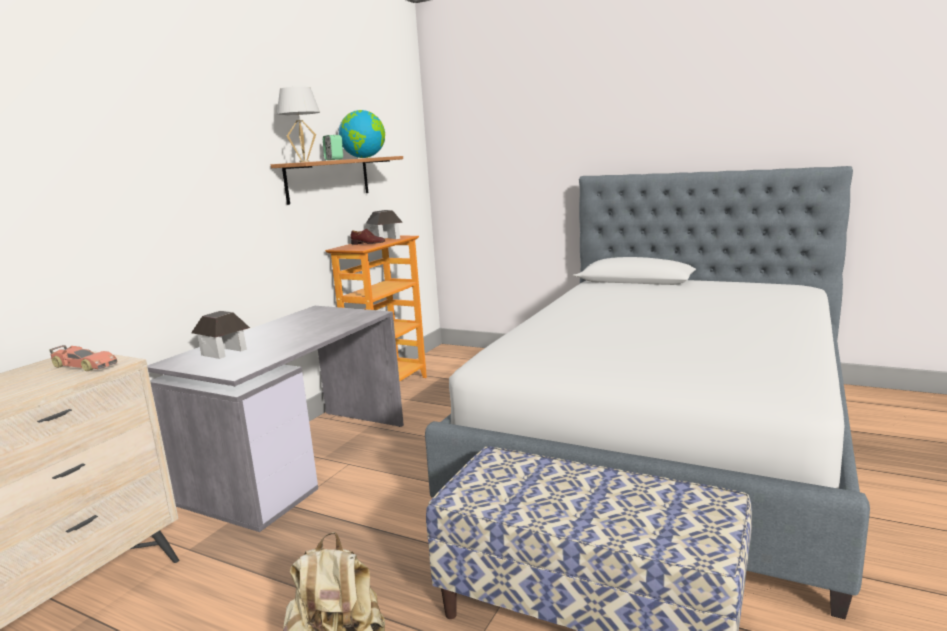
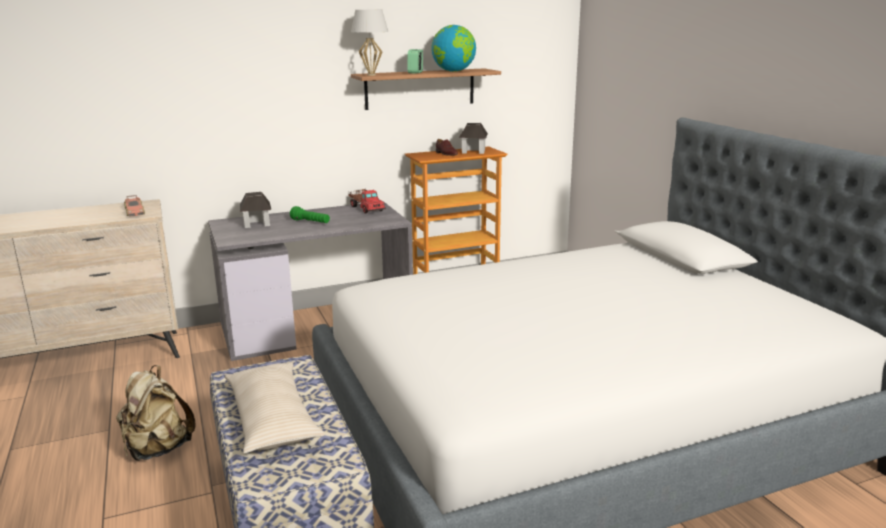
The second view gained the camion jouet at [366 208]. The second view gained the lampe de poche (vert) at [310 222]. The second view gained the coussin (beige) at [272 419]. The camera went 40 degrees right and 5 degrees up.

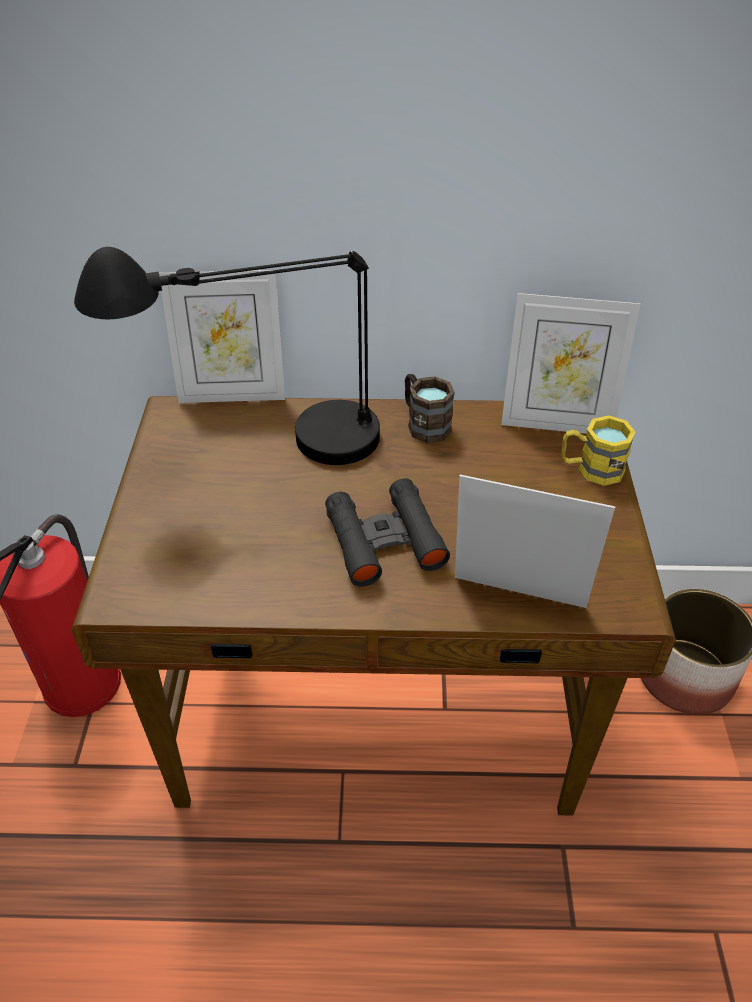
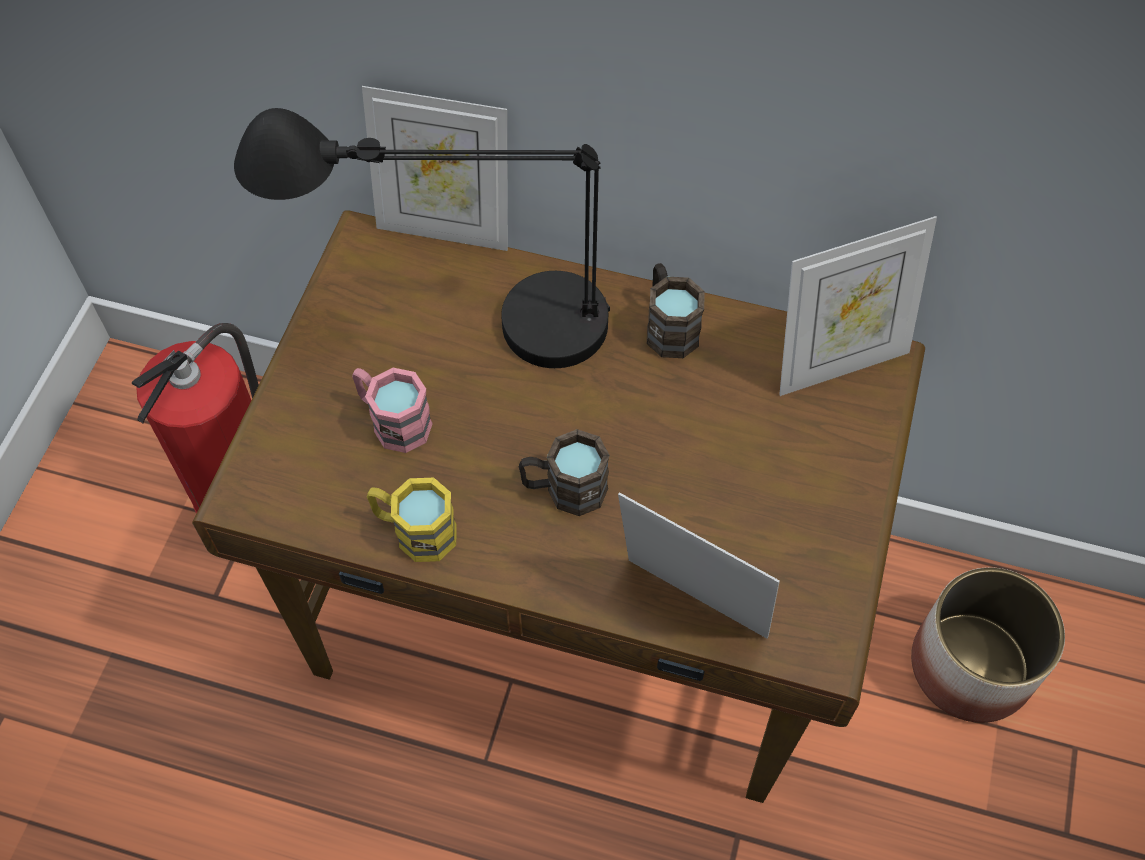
The cadre photo at [556 423] ended up facing another way, 45 degrees counterclockwise from before. The mug (jaune) ended up elsewhere, having gone from [591 469] to [415 531]. Where the jumelles (noir) stood at [384 540], the mug (marron) came to stand at [564 489]. The second view gained the mug (rose) at [393 421]. The camera went 15 degrees right and 15 degrees up.

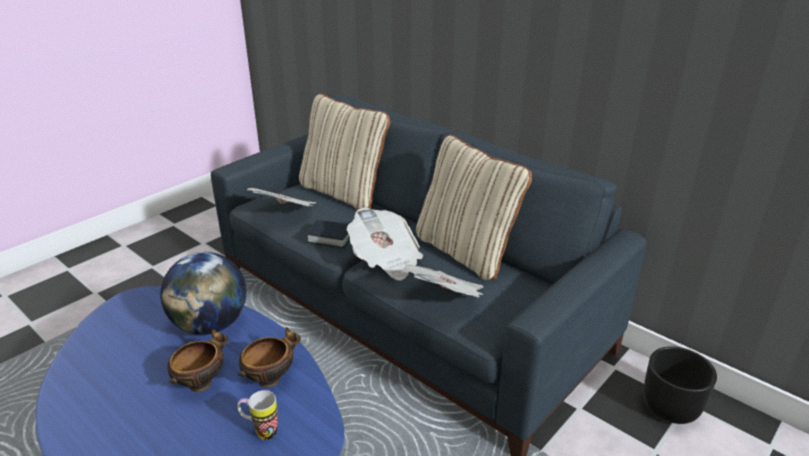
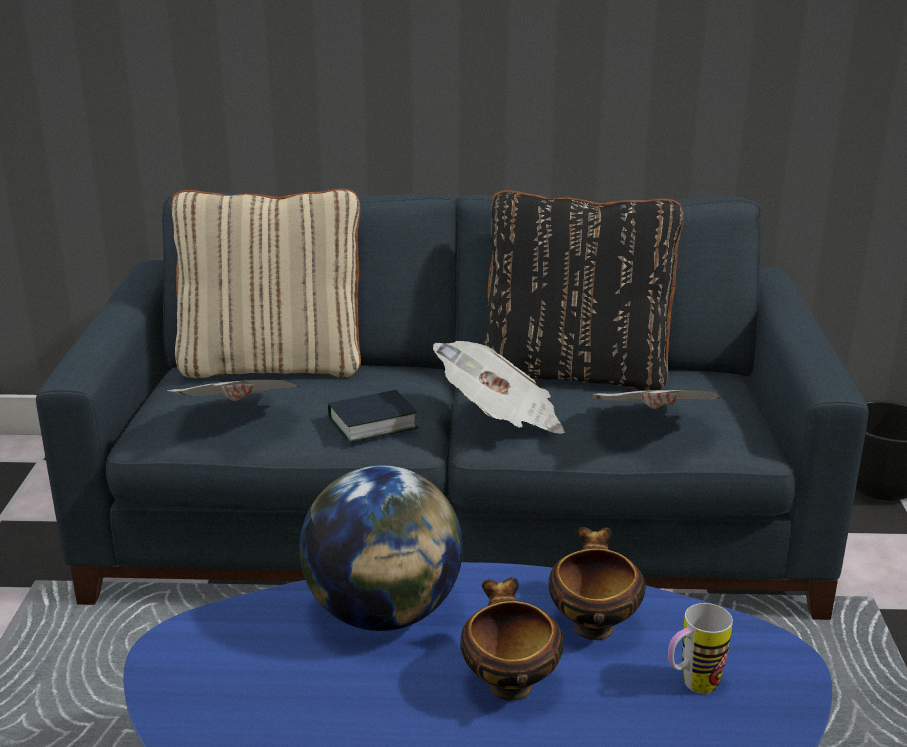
What was the coussin (beige) at [466 251] turned into the coussin (noir) at [575 372]. The camera went 40 degrees left and 5 degrees down.

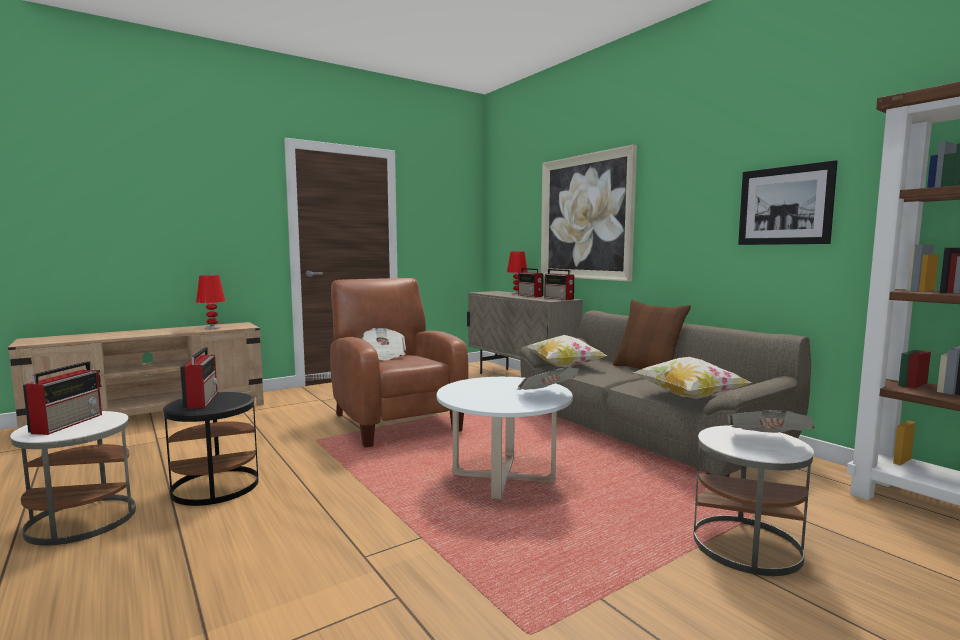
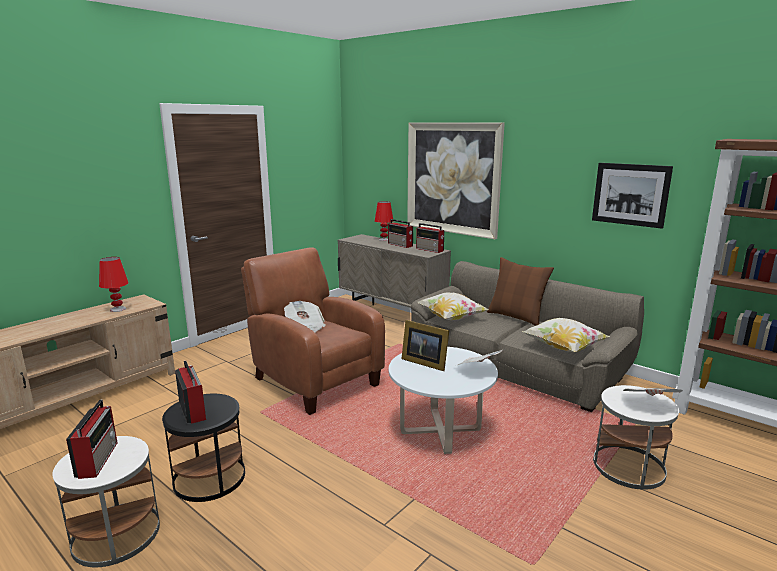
The second view gained the cadre photo at [424 362]. The camera went 15 degrees left and 10 degrees up.

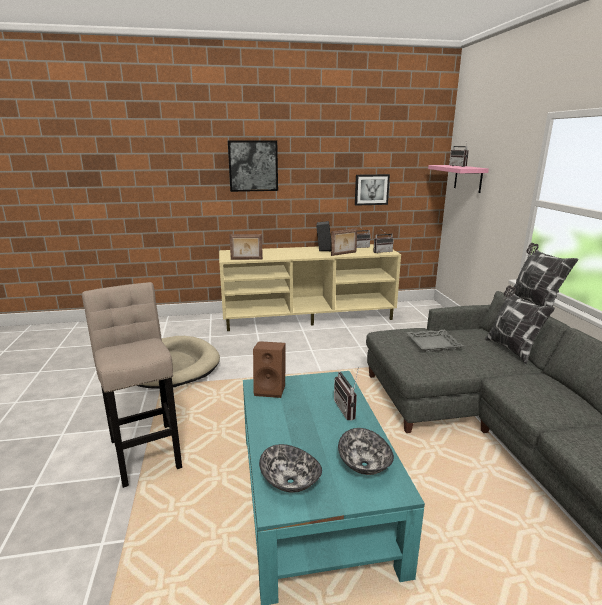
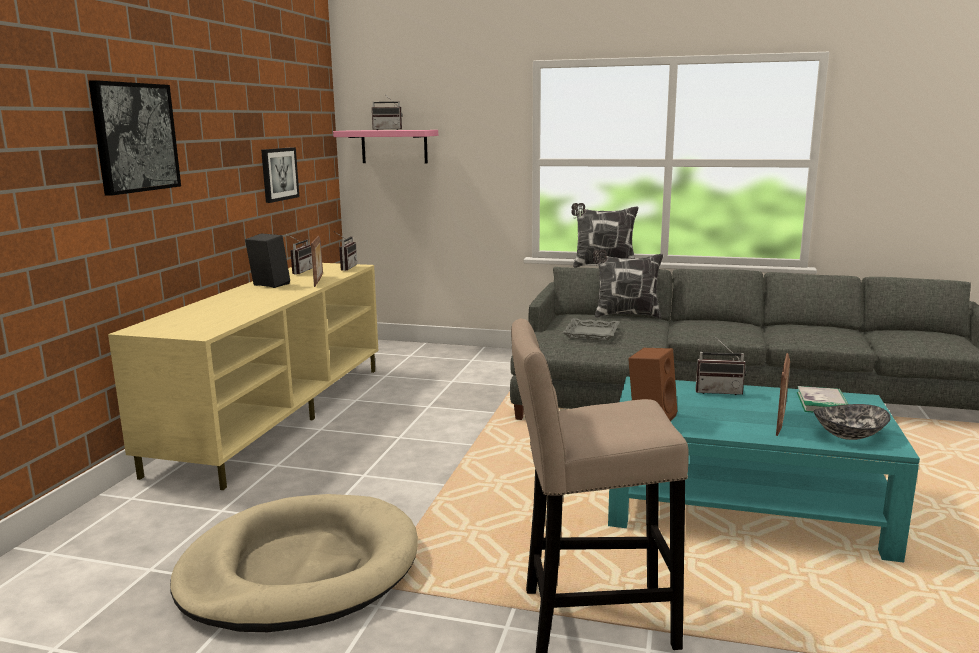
The cadre photo ended up elsewhere, having gone from [246 259] to [780 421]. Where the bol stood at [363 464], the livre came to stand at [822 403]. The camera went 65 degrees left and 5 degrees down.

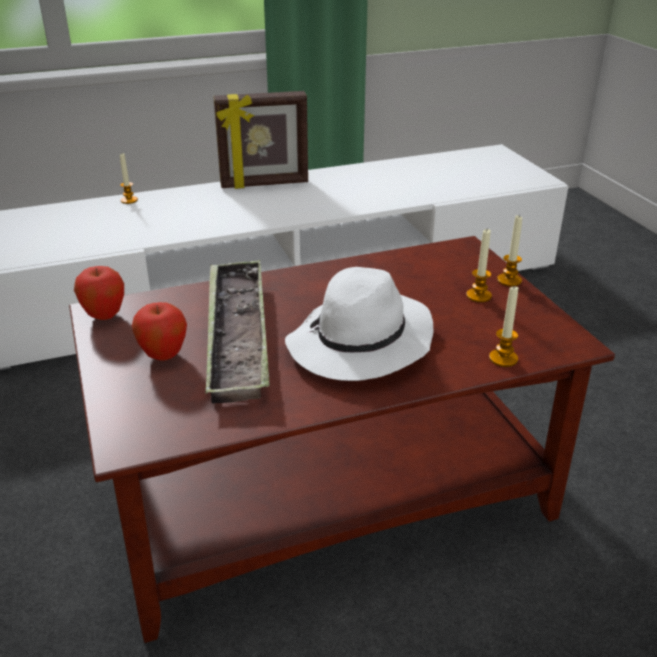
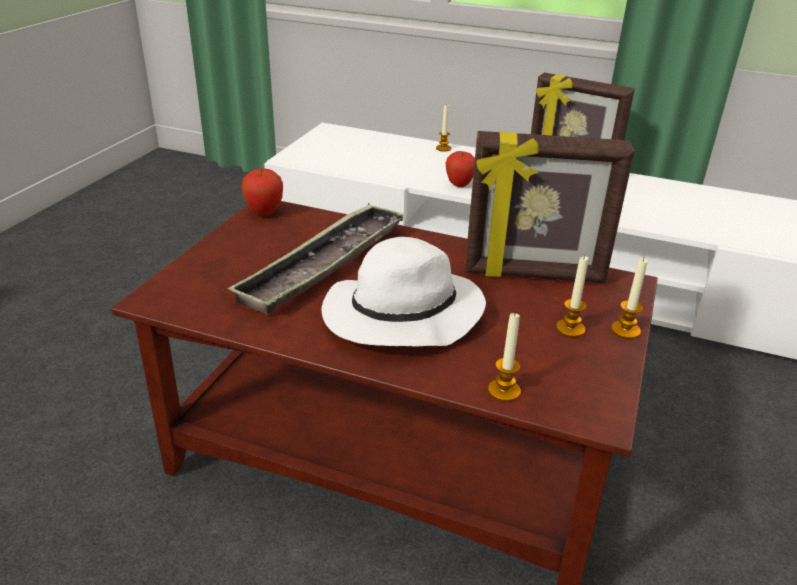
The pomme ended up elsewhere, having gone from [163 356] to [459 185]. The second view gained the cadre photo at [534 275]. The camera went 40 degrees right and 0 degrees up.

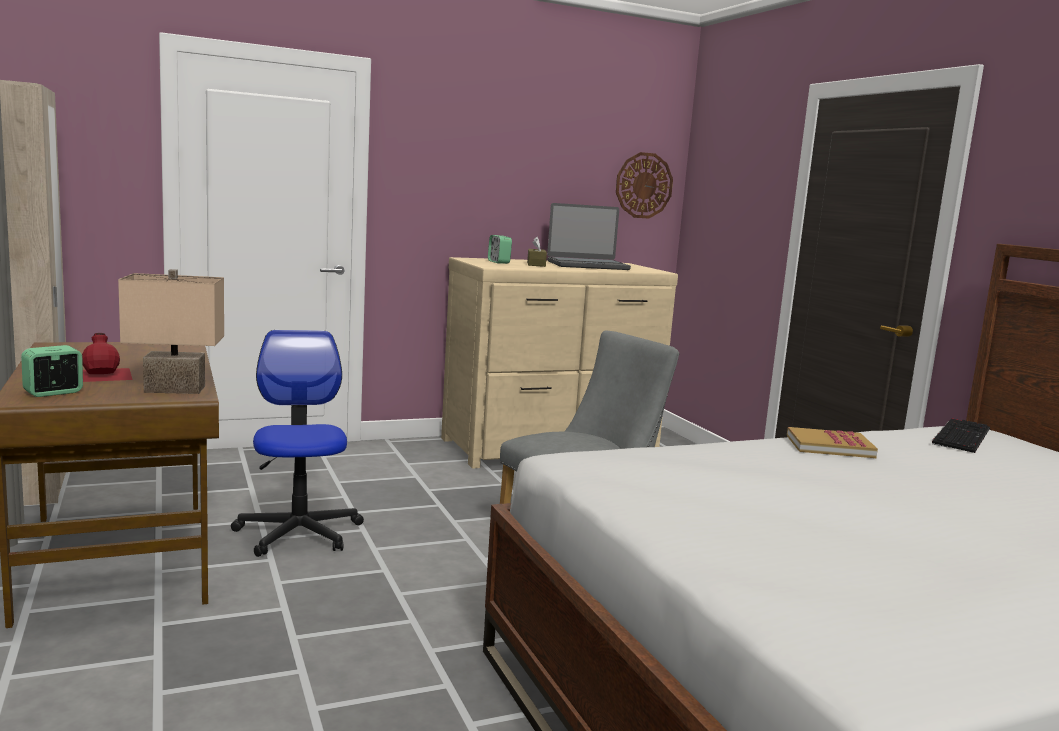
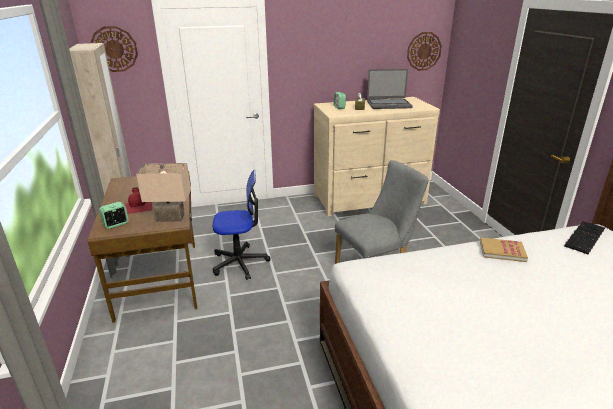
The chaise de bureau at [298 533] ended up facing another way, 90 degrees clockwise from before. The second view gained the horloge murale at [114 49]. The camera went 10 degrees right and 15 degrees up.

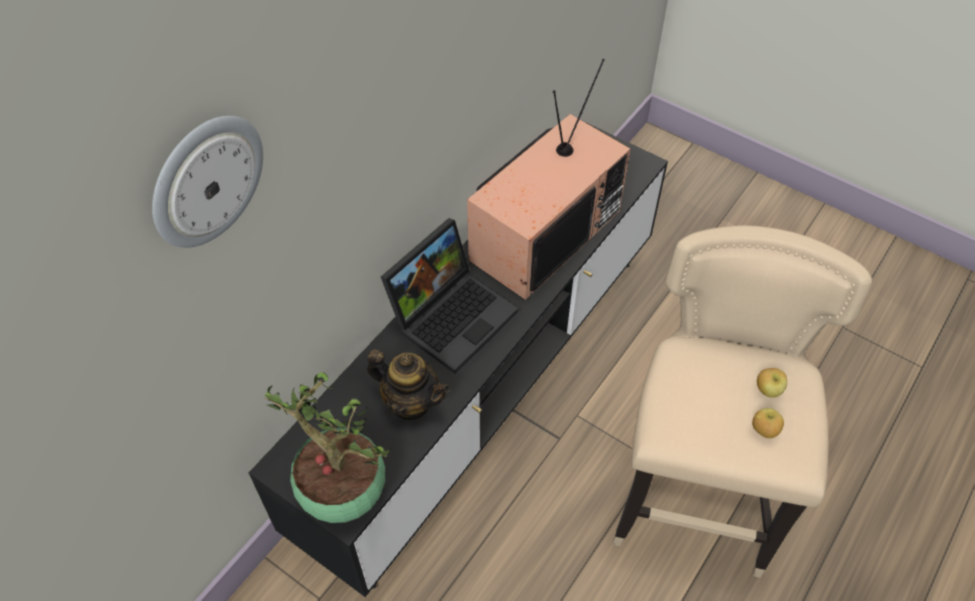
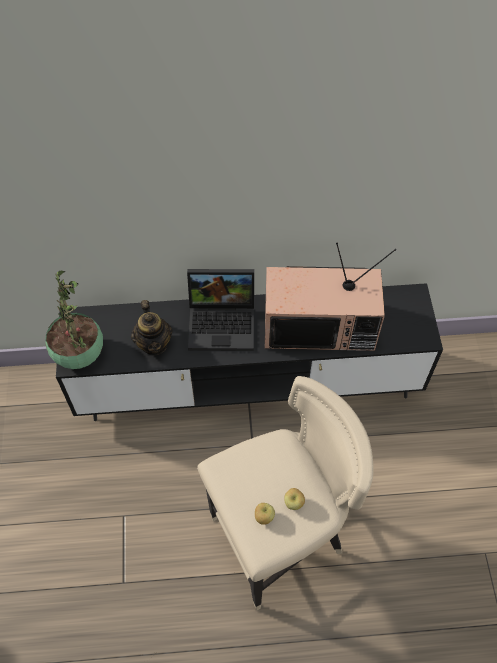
The second view lost the horloge murale at [206 180]. The camera went 50 degrees right and 5 degrees up.

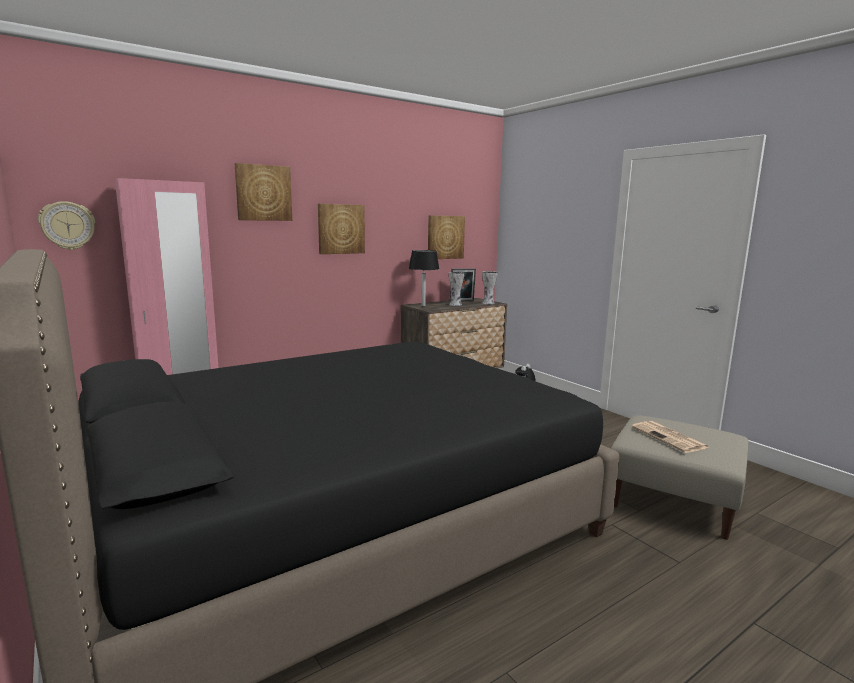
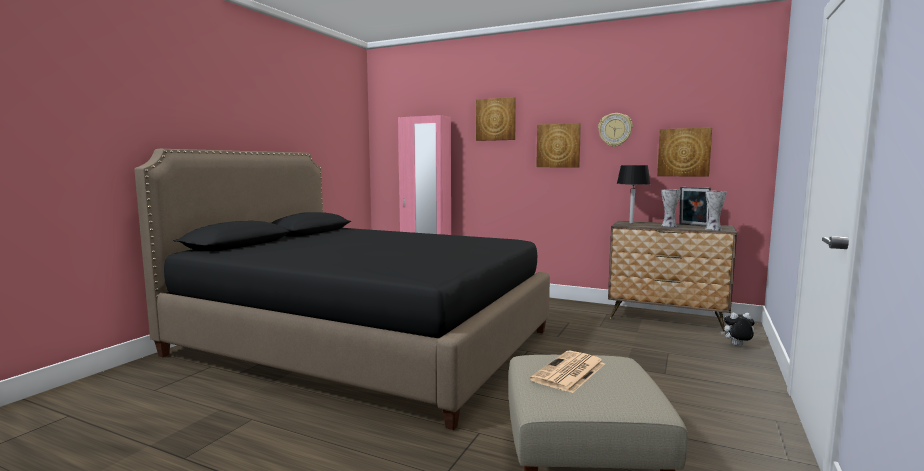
The horloge murale ended up elsewhere, having gone from [68 225] to [615 130]. The camera went 60 degrees right and 5 degrees down.

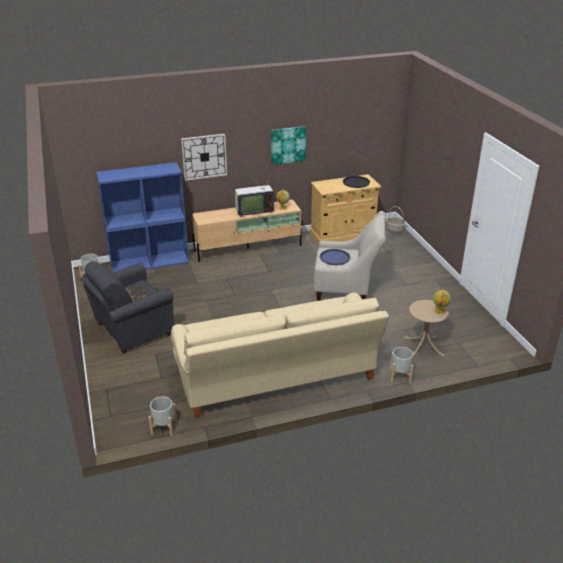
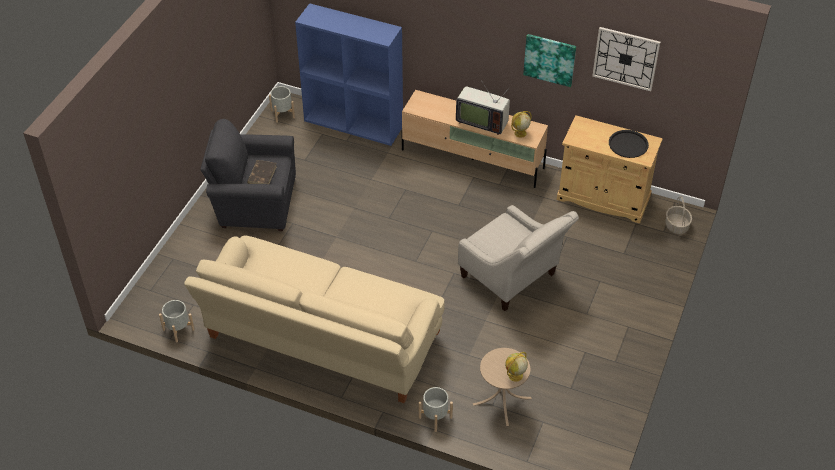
The horloge murale ended up elsewhere, having gone from [204 156] to [626 58]. The second view lost the plateau (bleu) at [334 257]. The camera went 40 degrees right and 15 degrees up.

